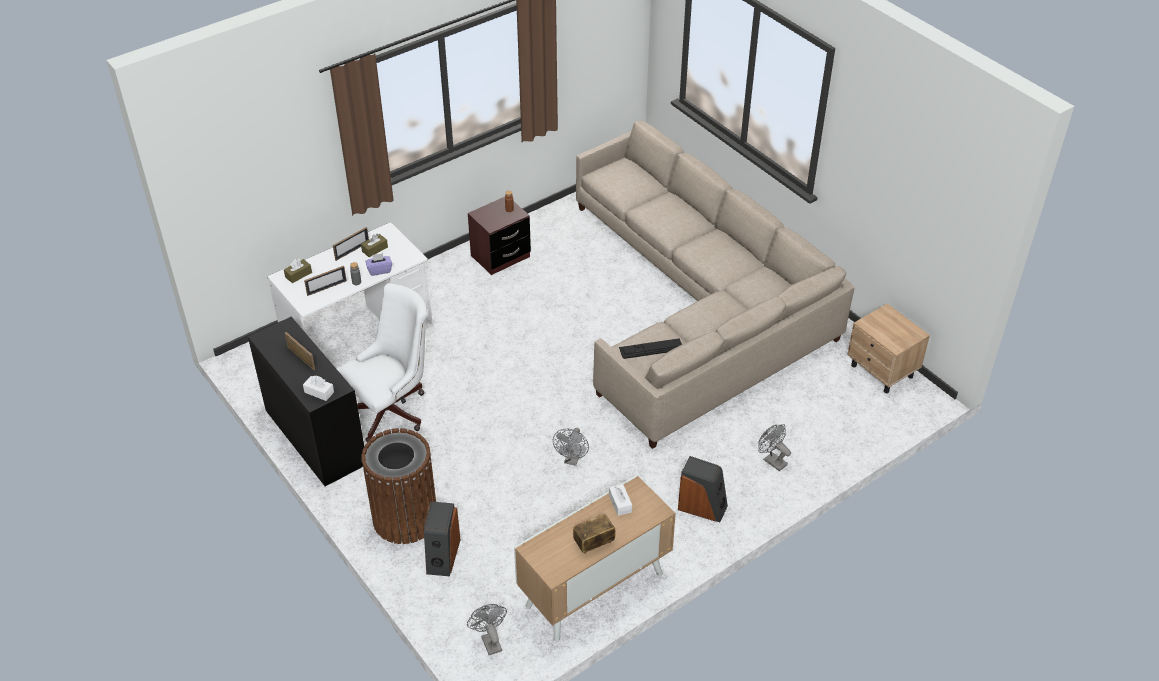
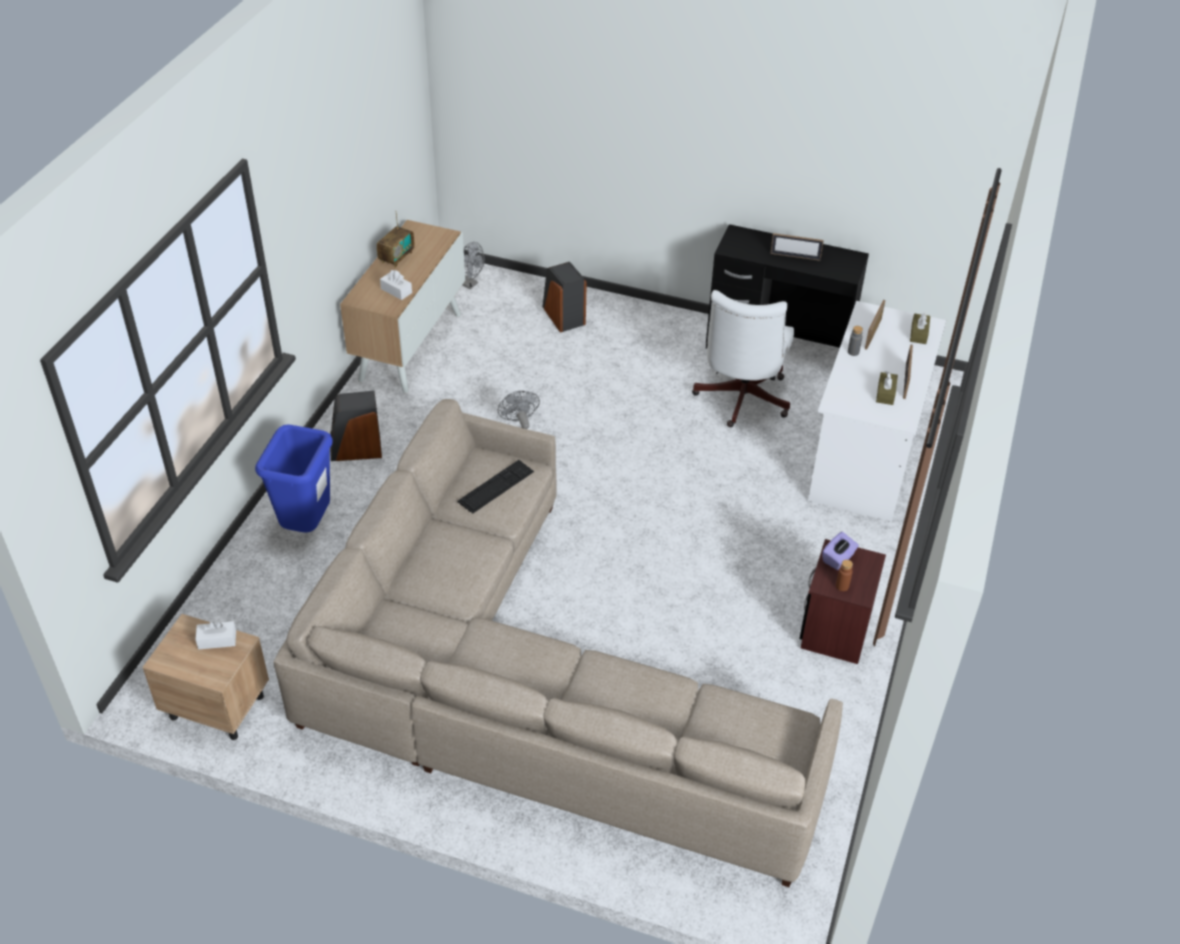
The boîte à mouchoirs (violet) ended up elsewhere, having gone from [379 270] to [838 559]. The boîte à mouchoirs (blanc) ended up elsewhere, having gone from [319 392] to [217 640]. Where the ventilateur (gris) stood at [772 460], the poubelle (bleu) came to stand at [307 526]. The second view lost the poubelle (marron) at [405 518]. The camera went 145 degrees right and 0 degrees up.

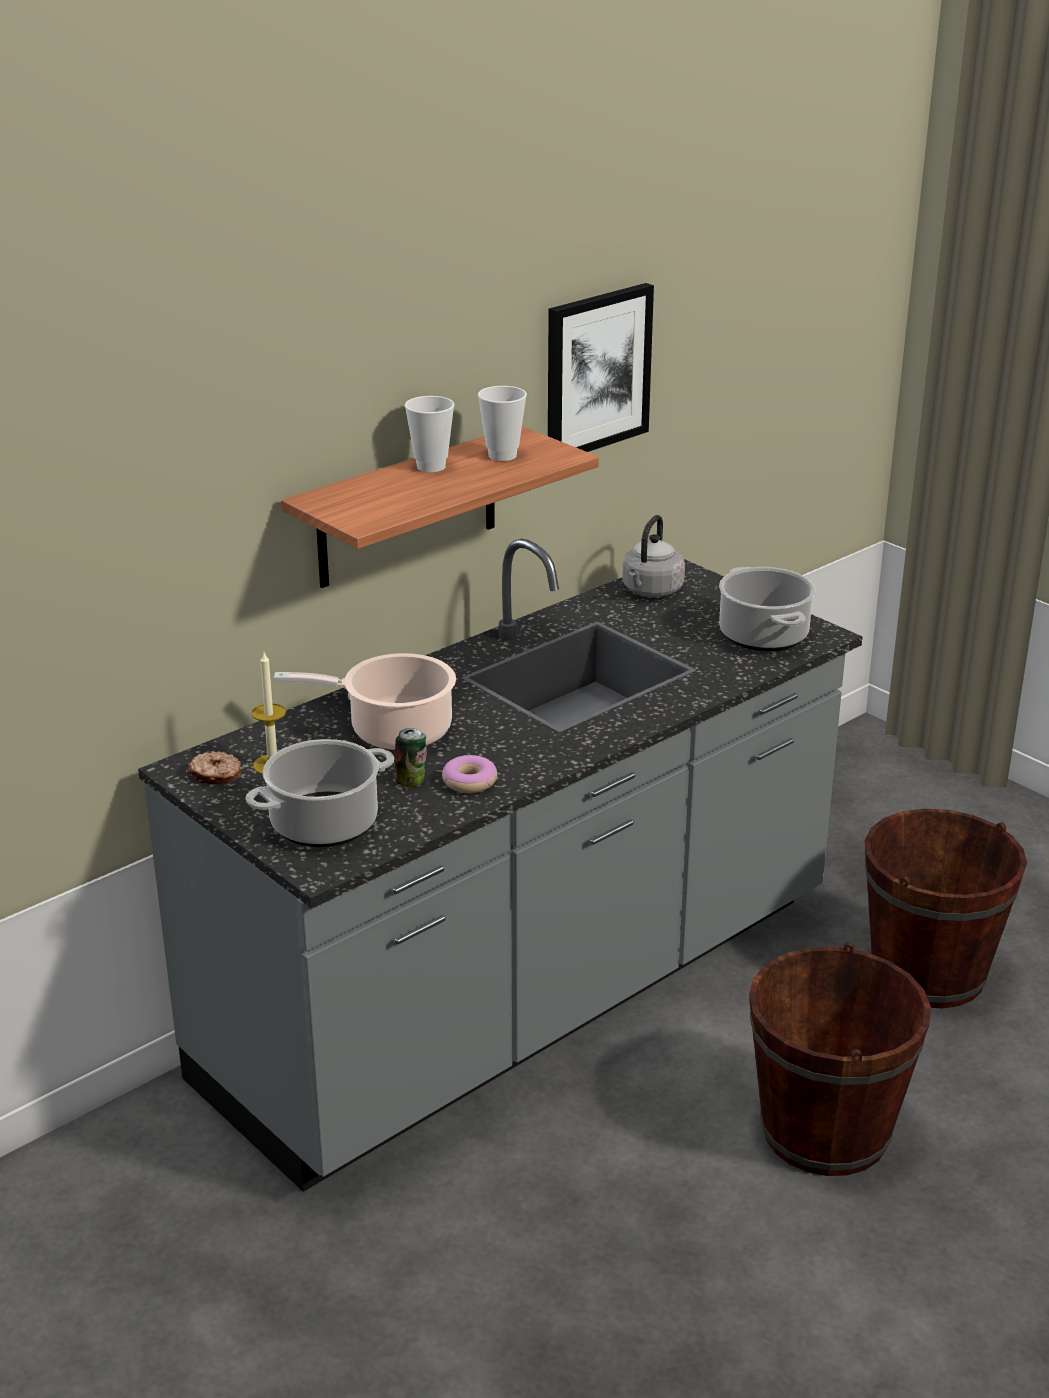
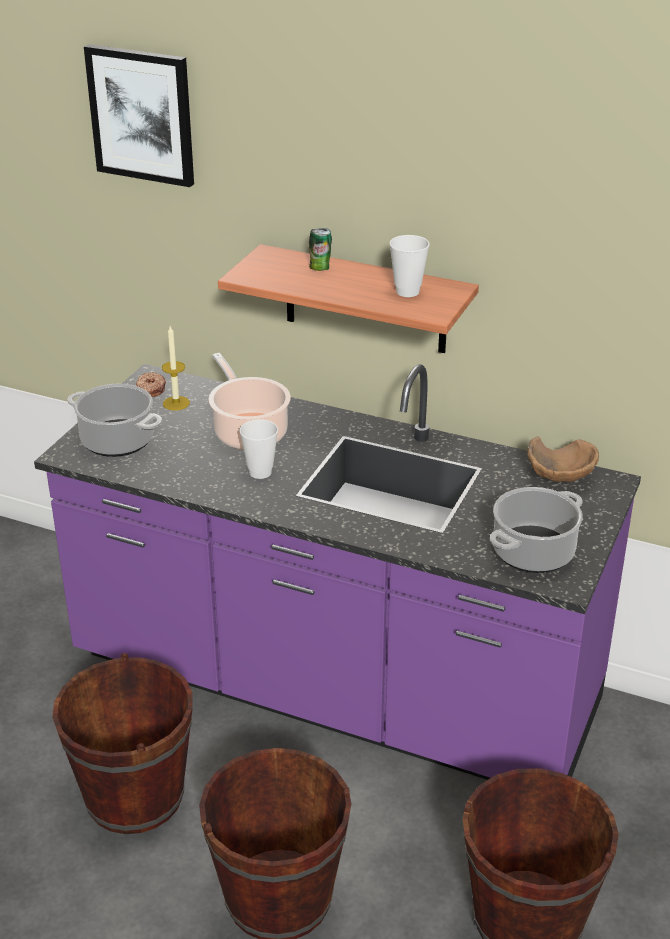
The tableau ended up elsewhere, having gone from [596 371] to [142 115]. The tasse ended up elsewhere, having gone from [431 466] to [260 472]. Where the bouilloire (gris) stood at [651 591], the bol (marron) came to stand at [559 479]. What was the comptoir de cuisine (gris) at [524 995] turned into the comptoir de cuisine (violet) at [335 686]. The boîte métallique ended up elsewhere, having gone from [412 781] to [320 268]. The second view lost the beignet at [470 782]. The second view gained the seau (marron) at [134 796]. The camera went 65 degrees right and 5 degrees up.

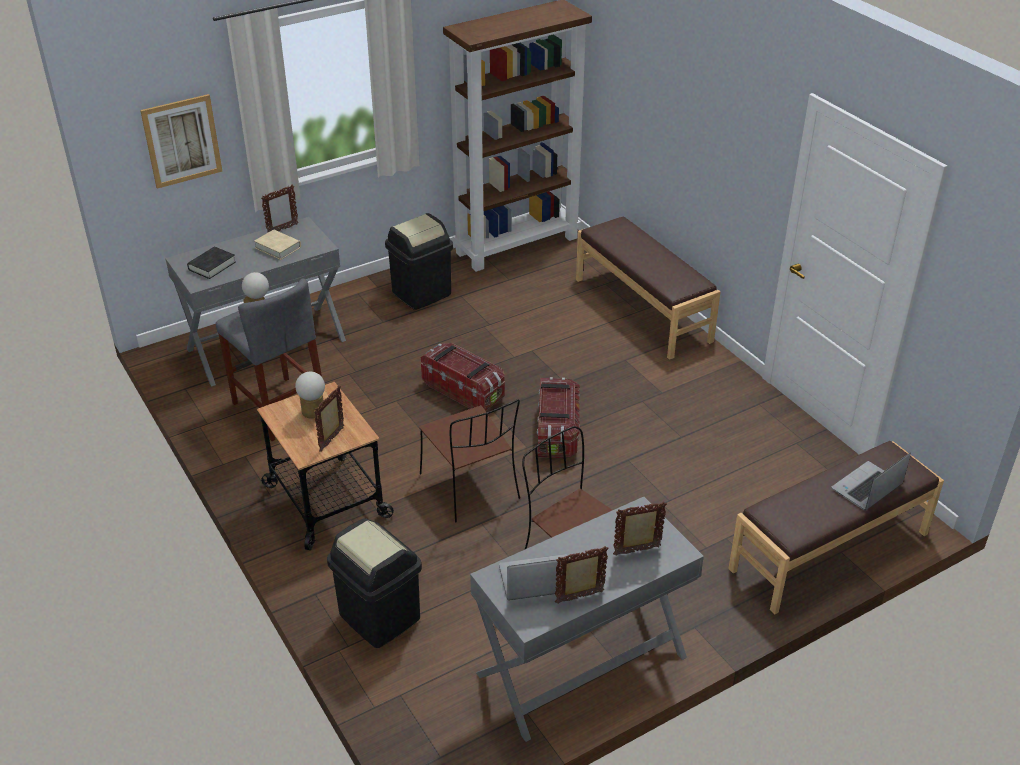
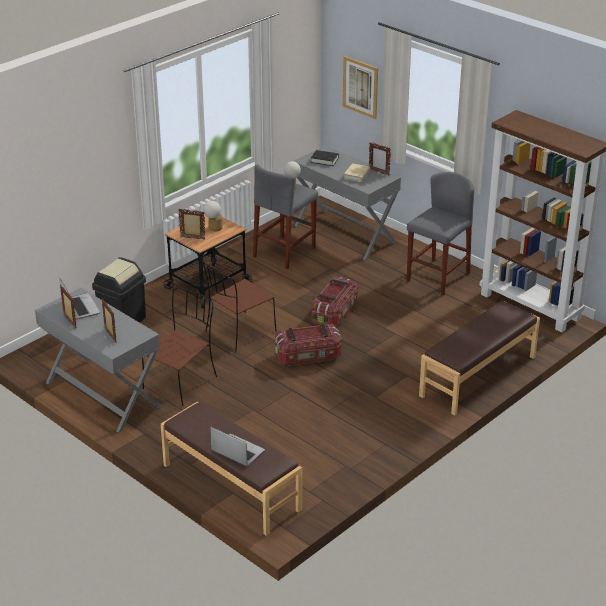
Where the poubelle (noir) stood at [421 293], the tabouret (gris) came to stand at [438 277]. The camera went 75 degrees right and 5 degrees down.

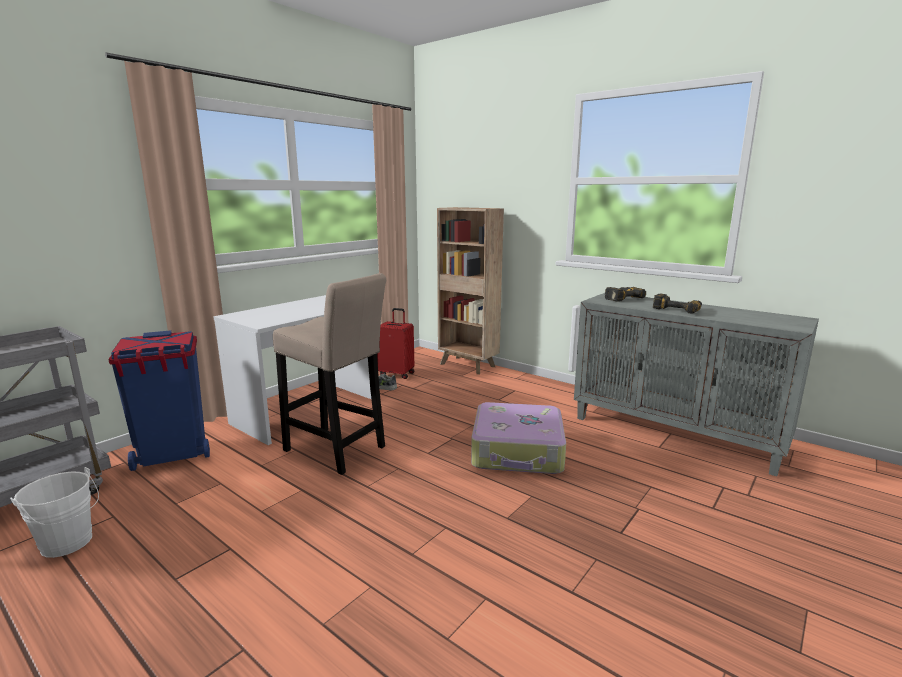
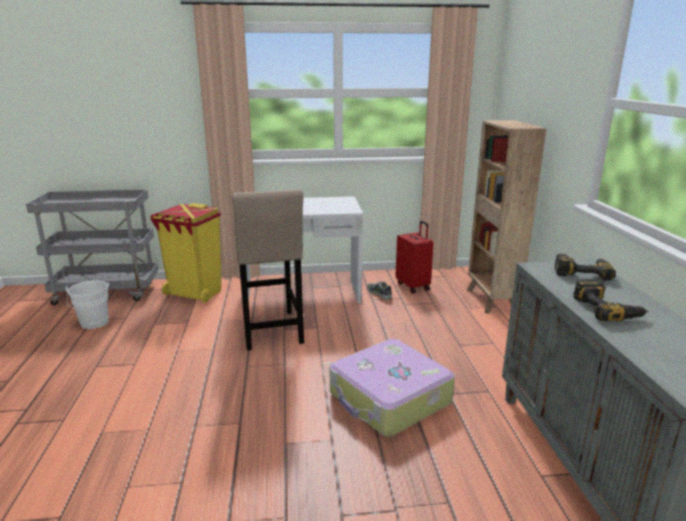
What was the poubelle (bleu) at [173 455] turned into the poubelle (jaune) at [195 293]. The camera went 45 degrees right and 5 degrees up.

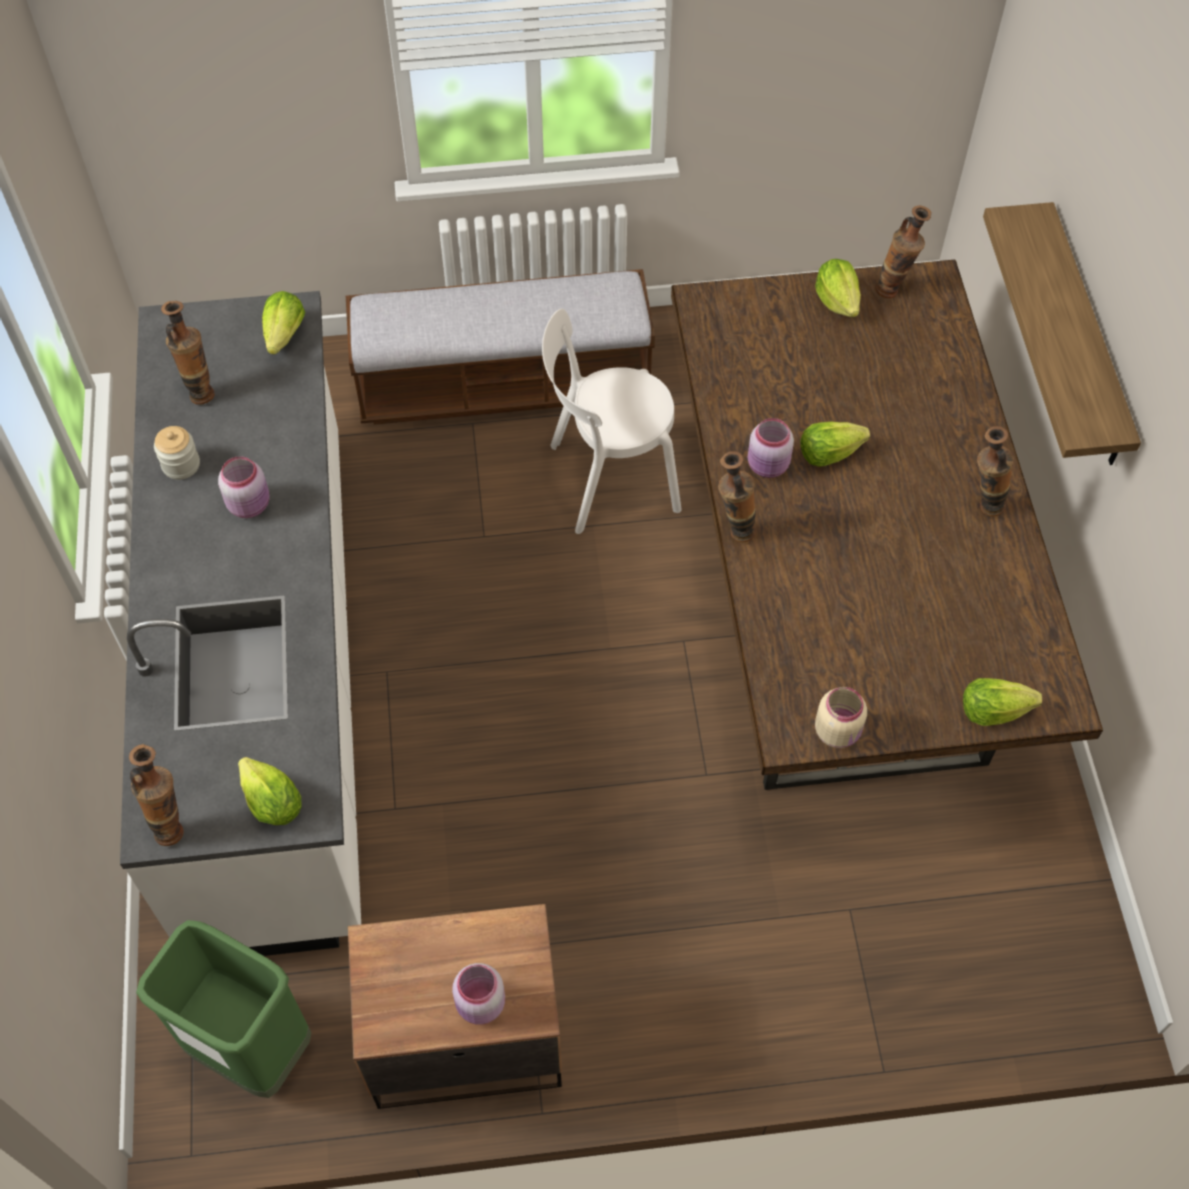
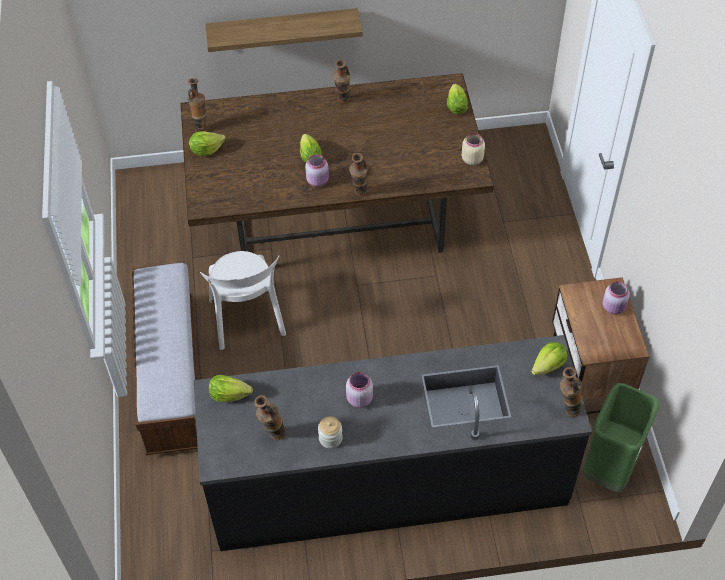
What was the comptoir de cuisine (blanc) at [276 681] turned into the comptoir de cuisine (noir) at [388 481]. The camera went 90 degrees left and 5 degrees down.

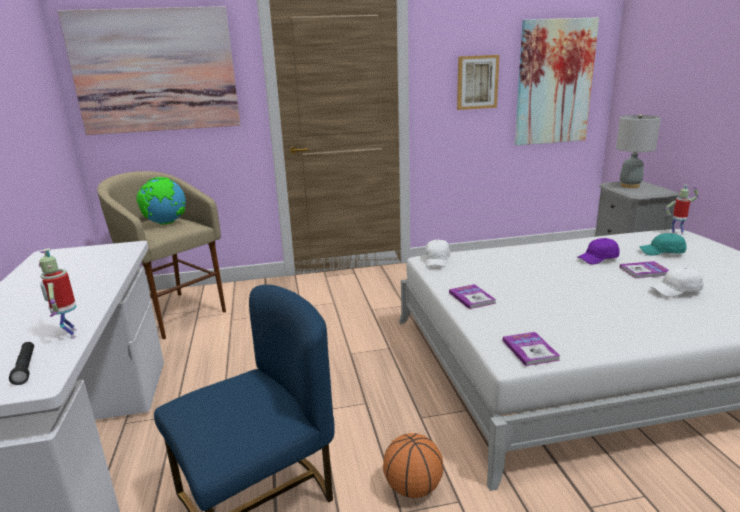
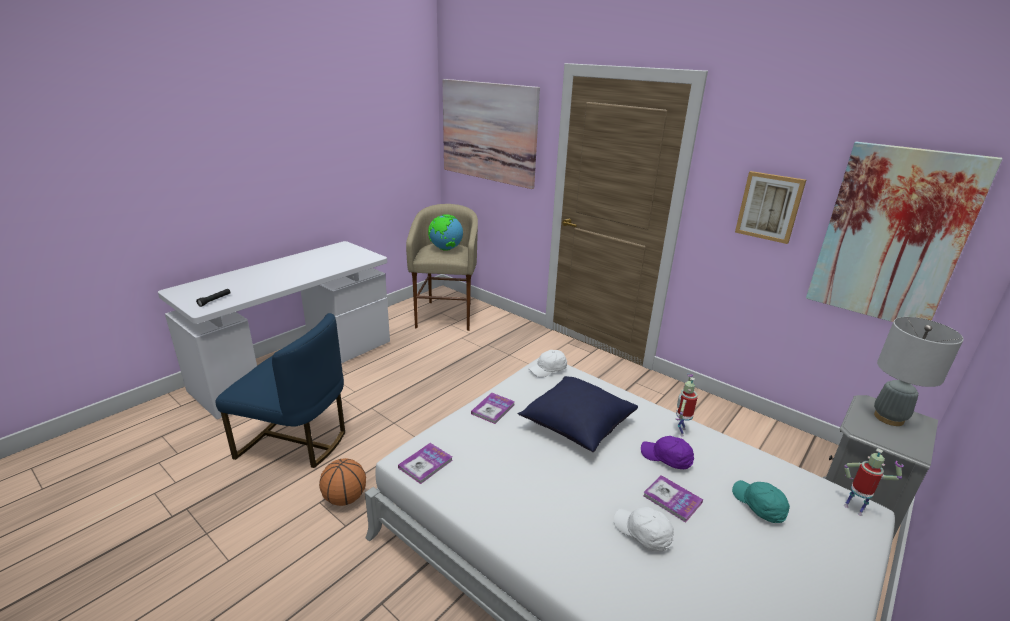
The robot jouet ended up elsewhere, having gone from [69 334] to [680 431]. The second view gained the coussin (bleu) at [576 425]. The camera went 50 degrees right and 5 degrees up.

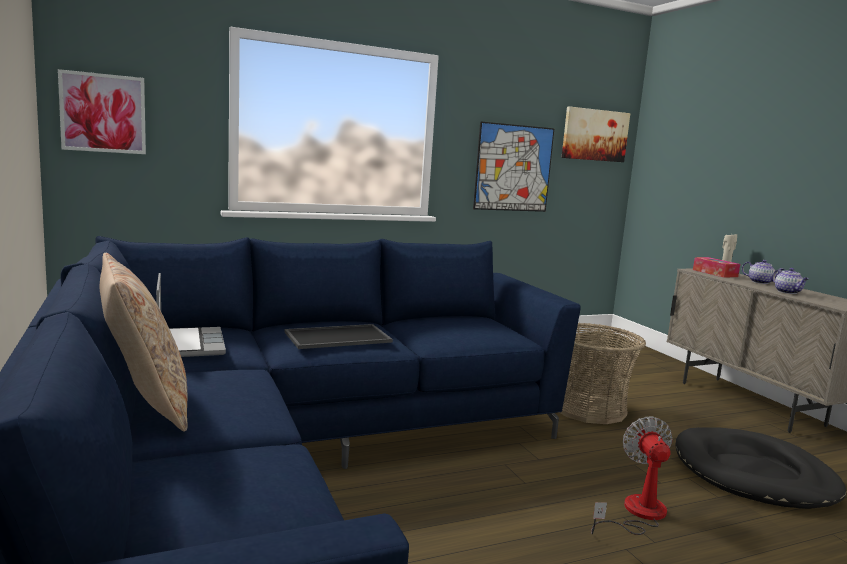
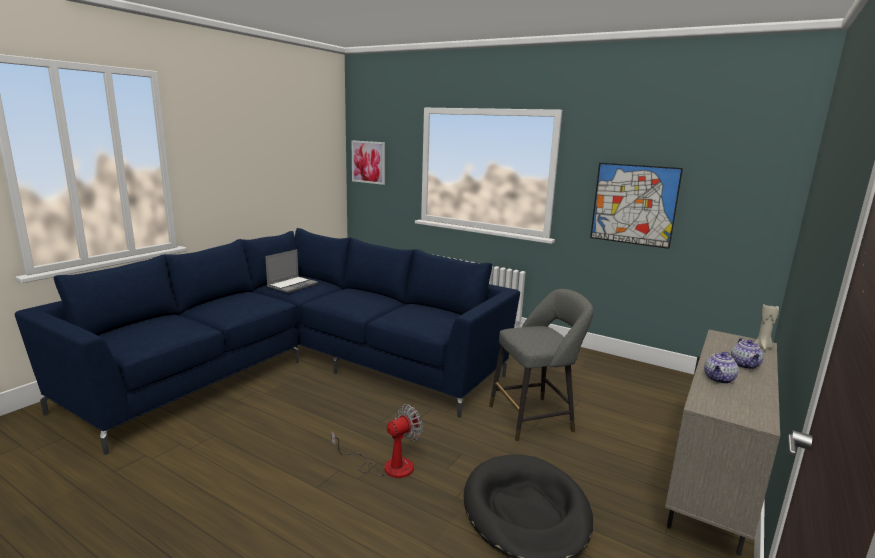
The second view lost the tableau at [594 135]. The second view lost the coussin (beige) at [144 404]. The second view lost the boîte à mouchoirs at [715 273]. Where the panier stood at [588 408], the tabouret (gris) came to stand at [535 418]. The second view lost the plateau at [337 337]. The camera went 55 degrees right and 5 degrees up.

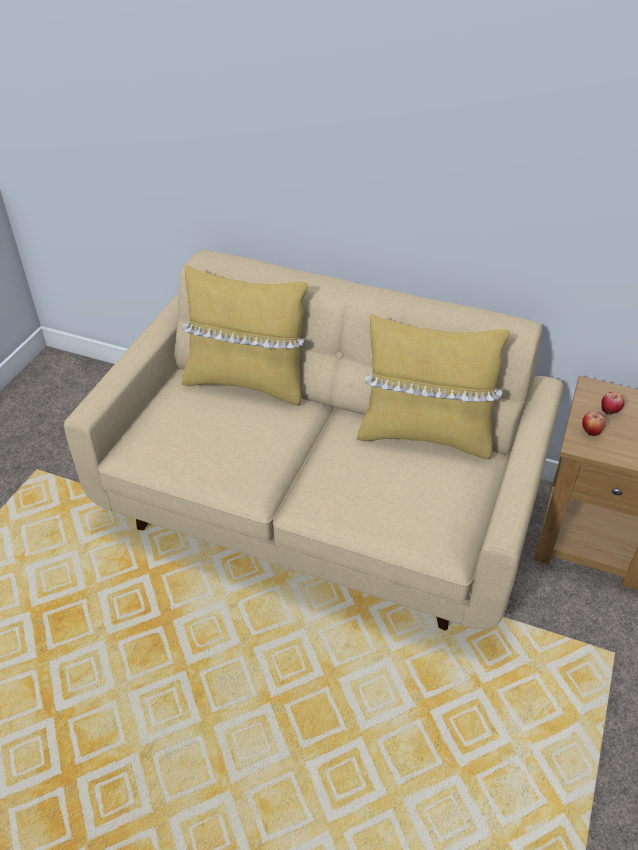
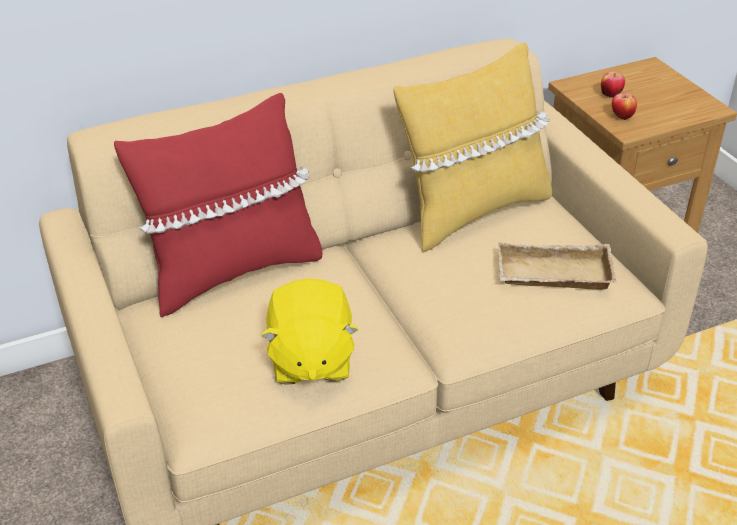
What was the coussin (jaune) at [246 383] turned into the coussin (rouge) at [232 272]. The second view gained the plateau (beige) at [552 275]. The second view gained the peluche (jaune) at [310 359]. The camera went 45 degrees left and 5 degrees down.

